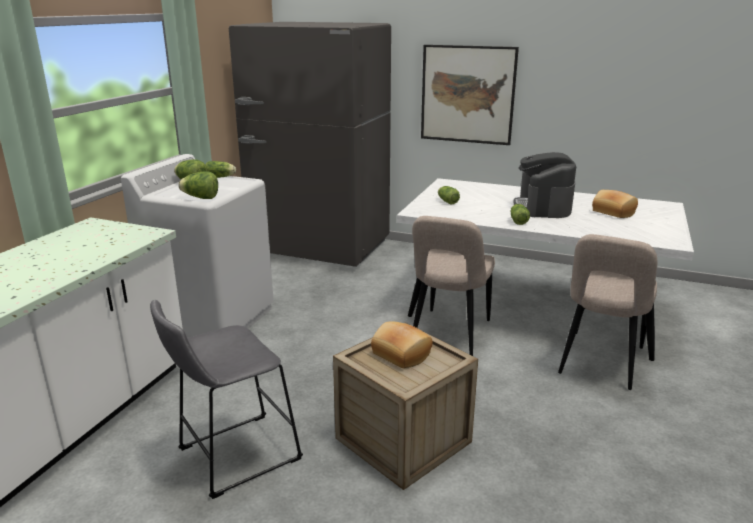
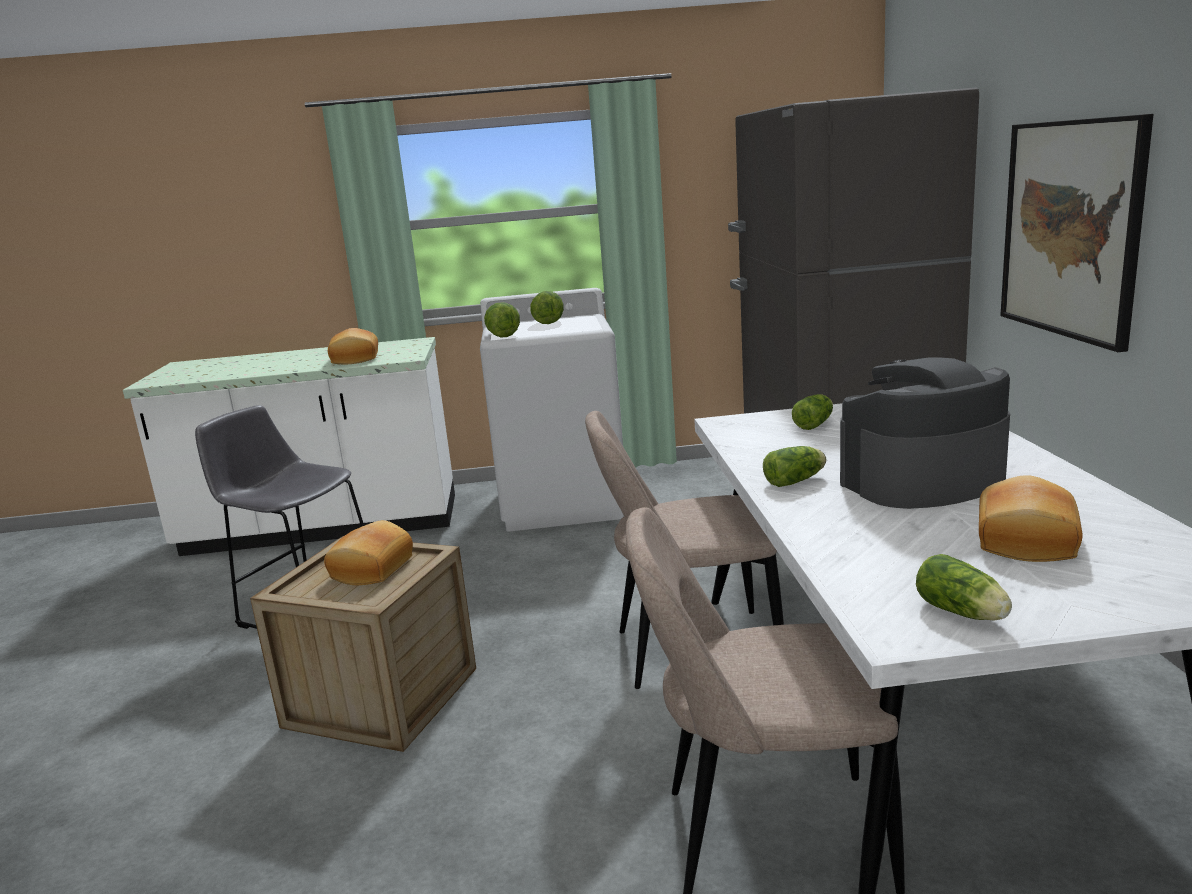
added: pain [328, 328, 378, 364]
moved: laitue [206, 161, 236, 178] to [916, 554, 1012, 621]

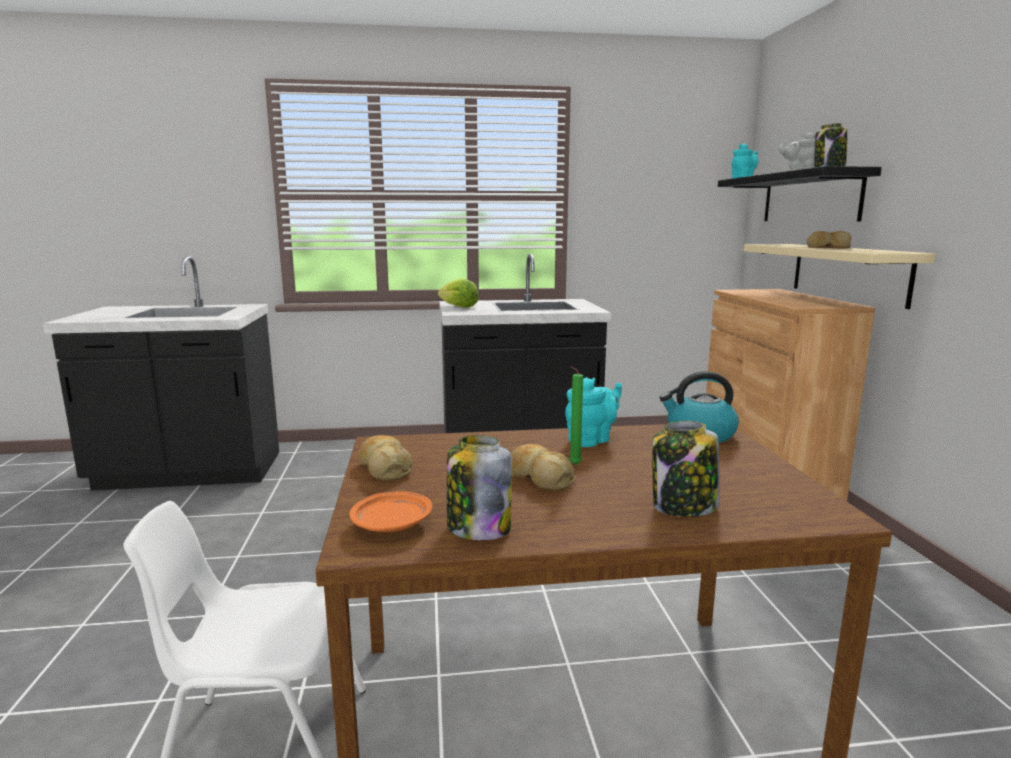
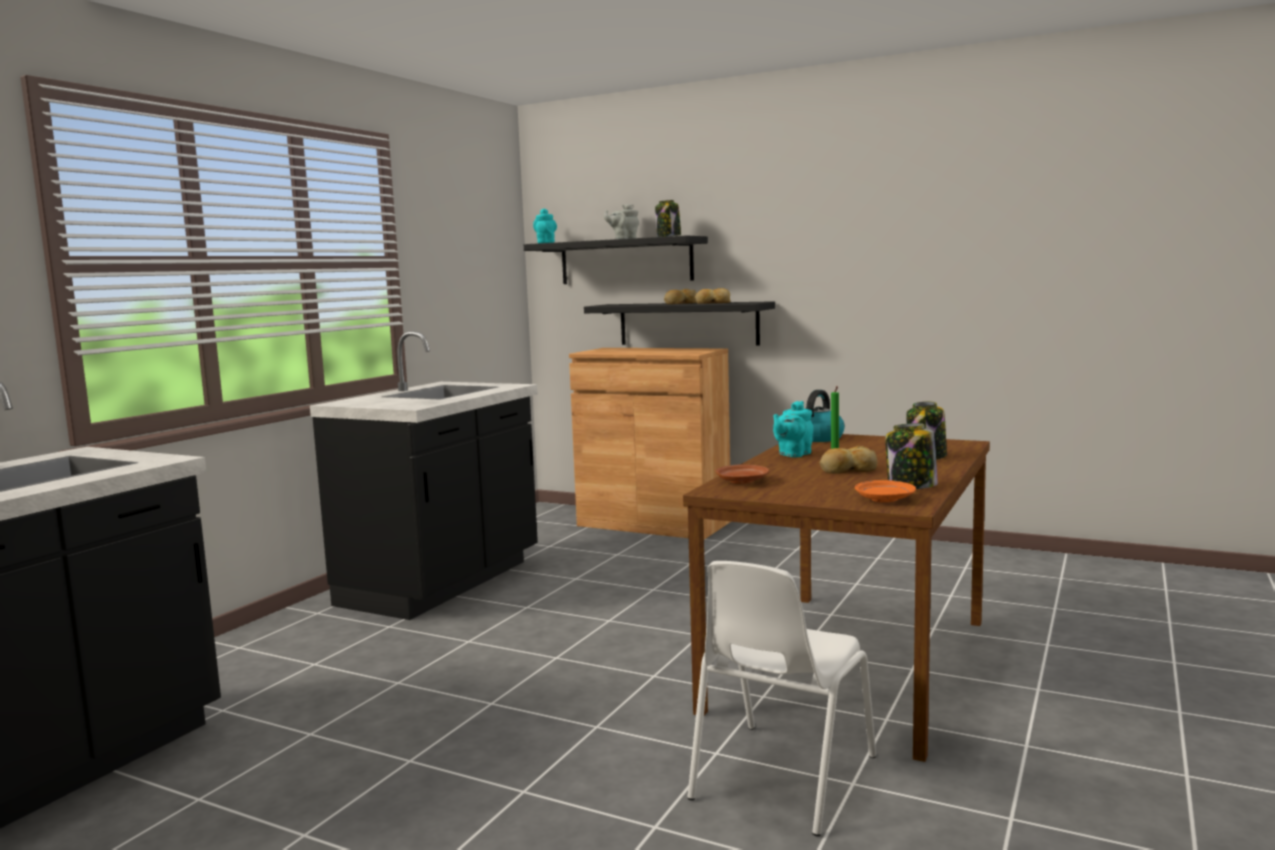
removed: laitue [438, 279, 479, 308]
added: assiette (marron) [715, 464, 769, 484]
moved: pain [359, 435, 412, 481] to [695, 288, 730, 304]
recoloured: étagère (beige) [744, 244, 936, 309] to étagère (noir) [584, 301, 775, 346]
turned: théière (turquoise) [565, 377, 622, 447] = [773, 401, 813, 457] 135 degrees counterclockwise

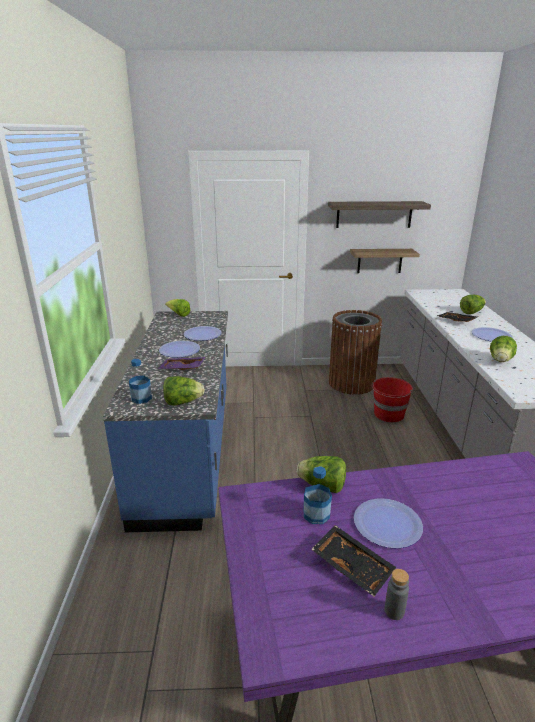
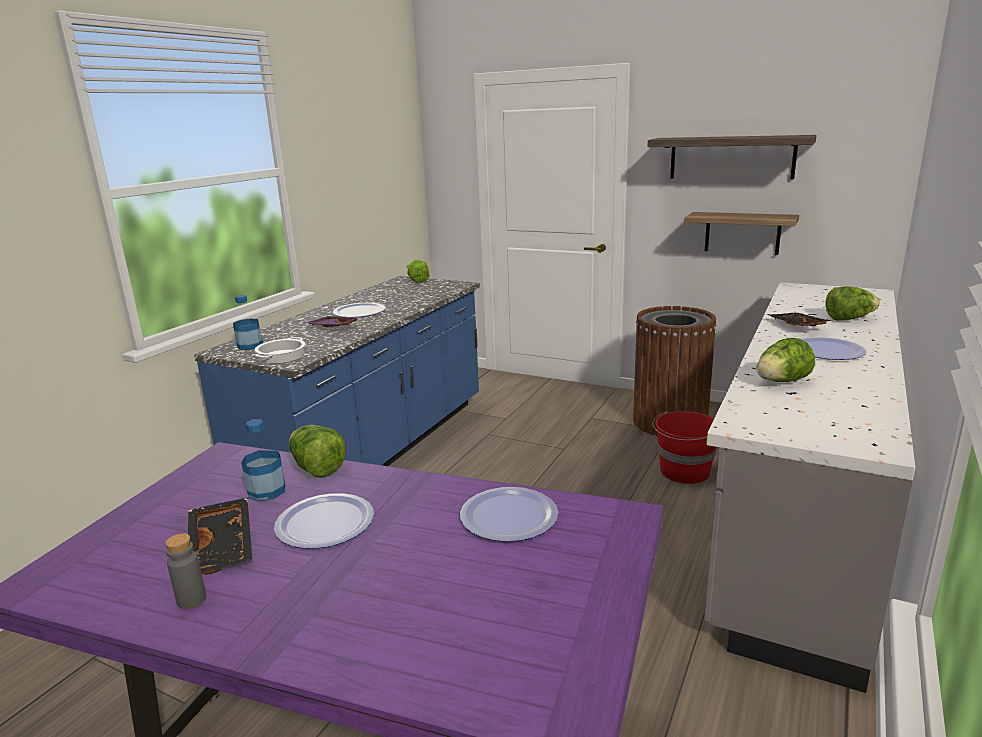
moved: assiette [184, 326, 222, 341] to [460, 487, 558, 542]
replaced: laitue [163, 376, 205, 406] to marmite [255, 337, 305, 363]

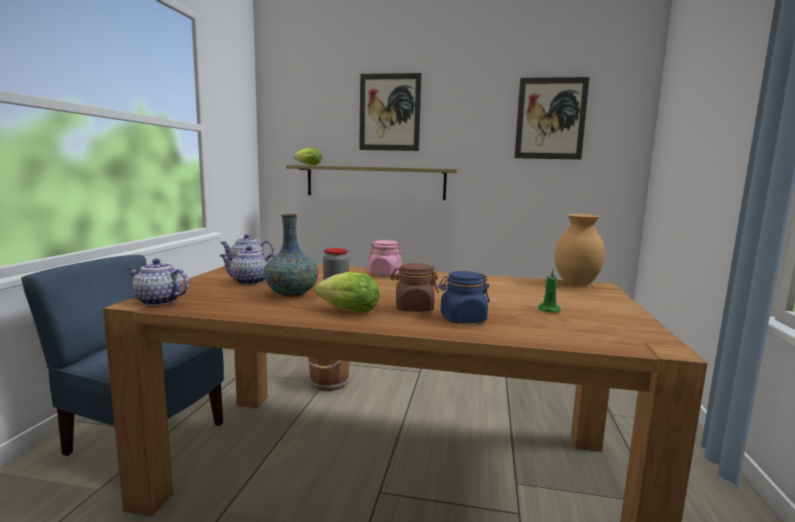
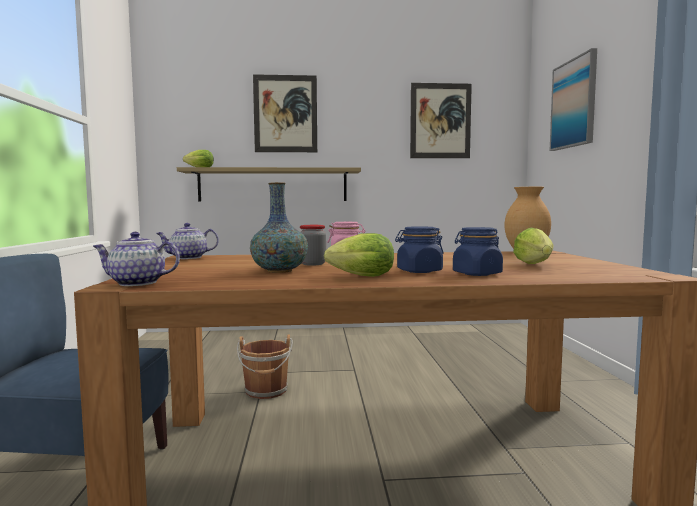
removed: théière [219, 246, 276, 285]
added: tableau [550, 48, 597, 151]
replaced: bougie (vert) [538, 269, 561, 313] to laitue [513, 228, 553, 264]
recoloured: bocal (marron) [391, 263, 439, 312] to bocal (bleu) [395, 226, 443, 273]

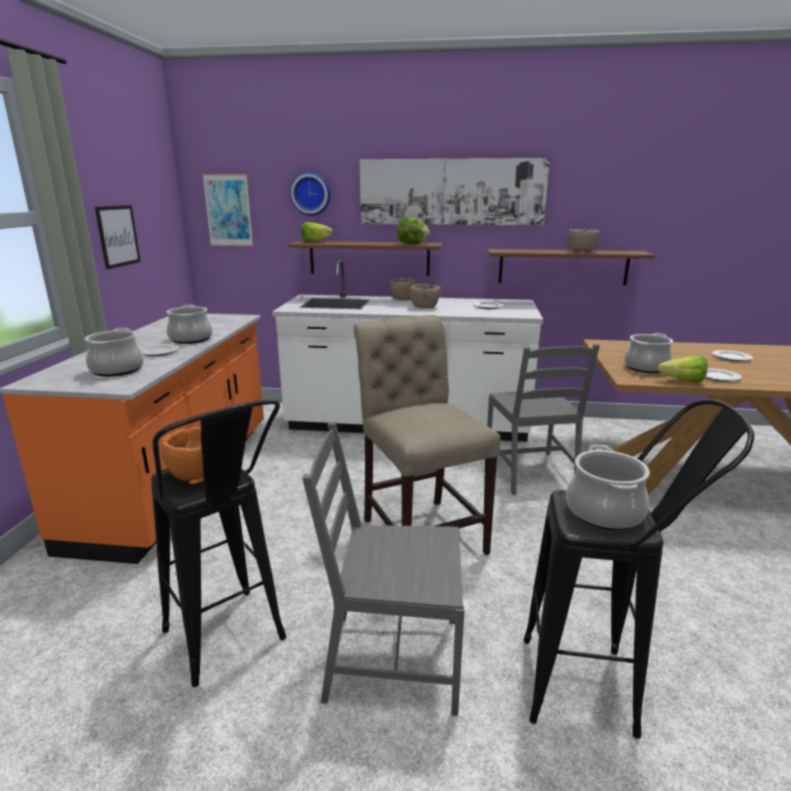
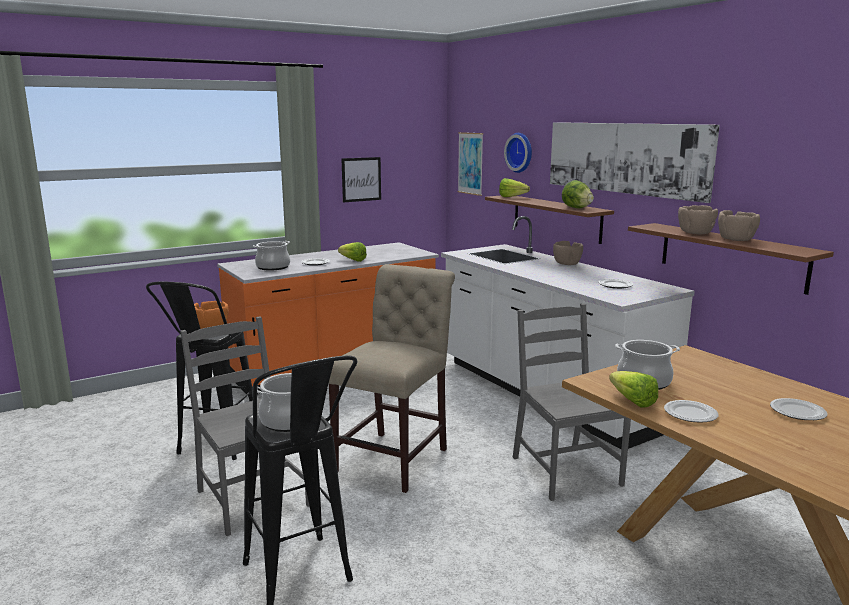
moved: bol (marron) [410, 283, 440, 309] to [678, 205, 718, 234]
replaced: marmite [166, 305, 212, 344] to laitue [338, 242, 367, 262]
turned: chaise (gris) [487, 344, 600, 495] = [513, 303, 631, 501] 120 degrees clockwise

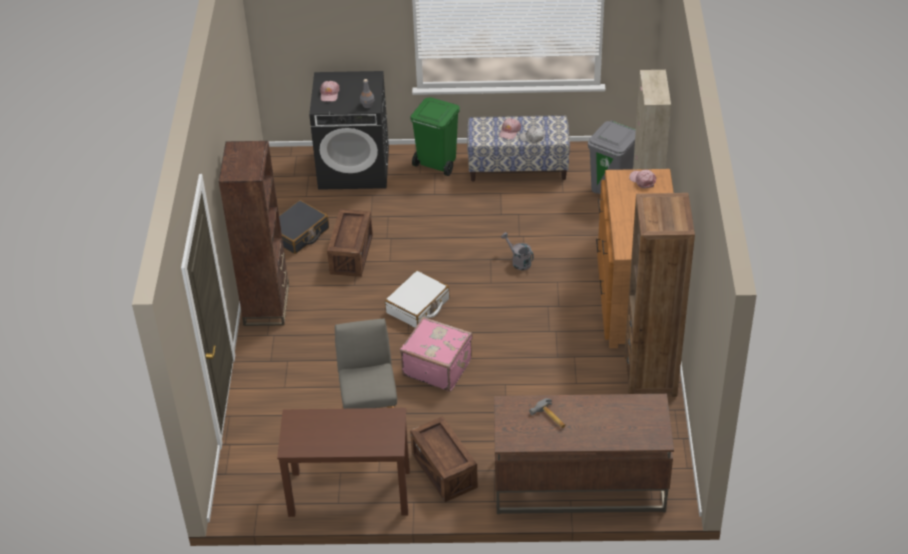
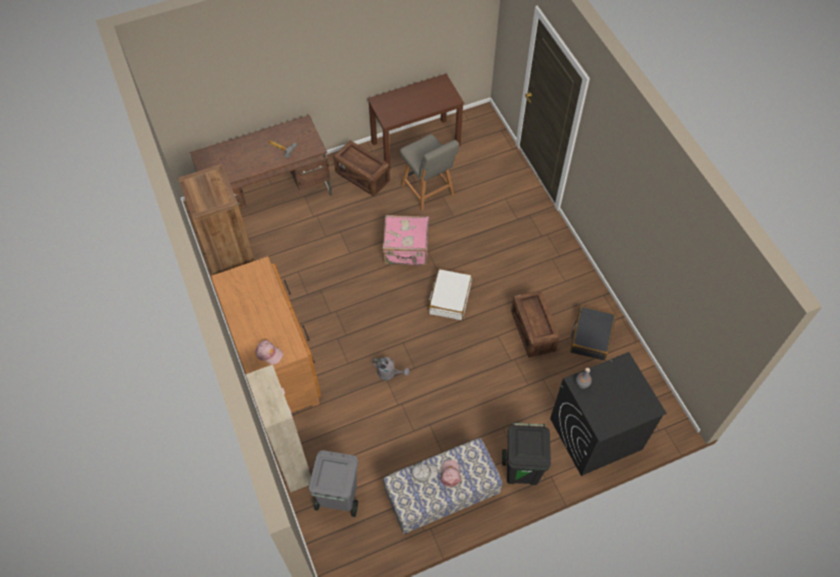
removed: bibliothèque (marron) [219, 141, 289, 326]; casquette (rose) [320, 81, 340, 101]
recoloured: poubelle (vert) [411, 97, 460, 176] to poubelle (noir) [502, 423, 551, 485]

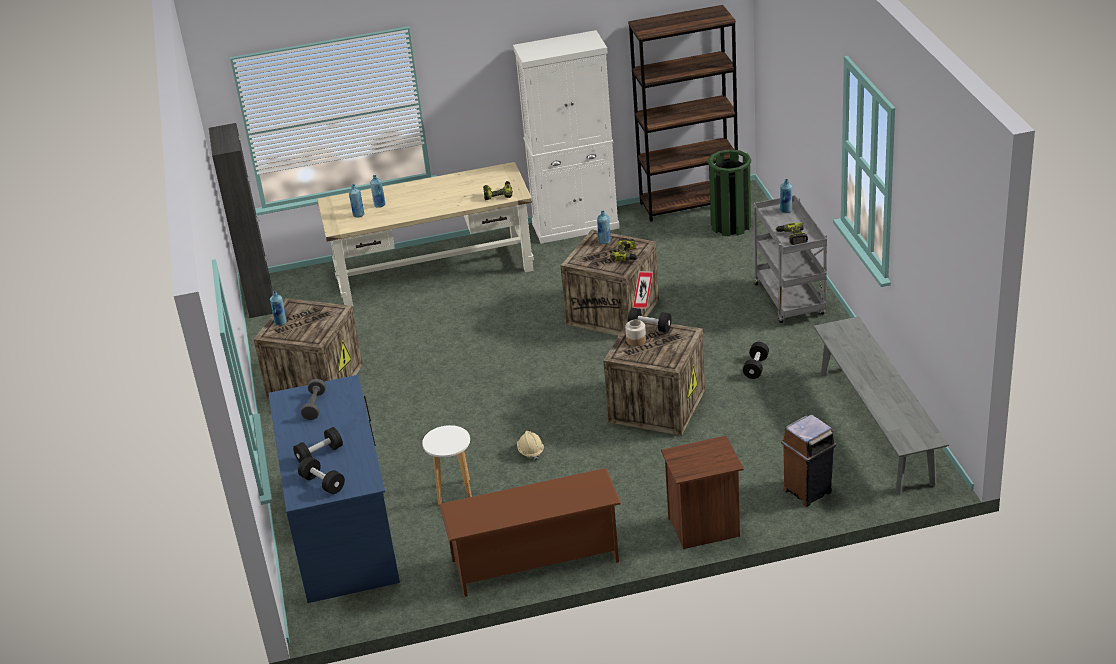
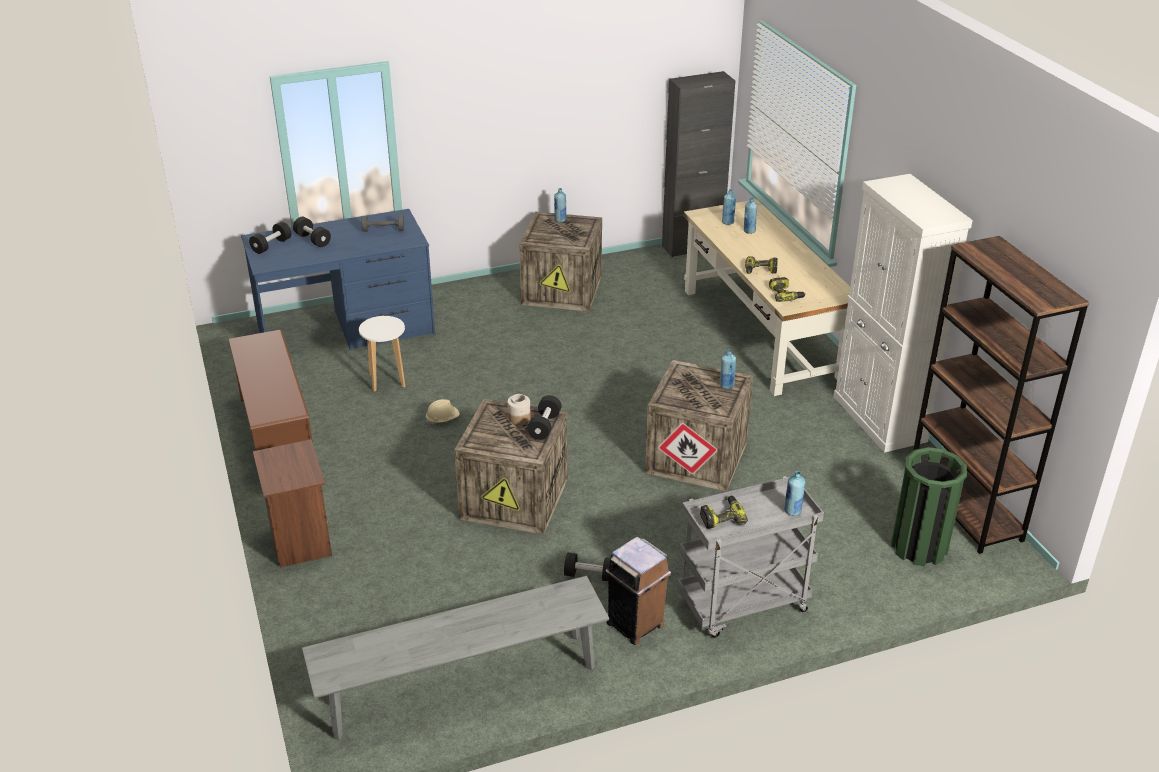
moved: perceuse [610, 238, 638, 261] to [745, 256, 778, 274]; poubelle (marron) [781, 415, 836, 507] to [606, 537, 671, 645]

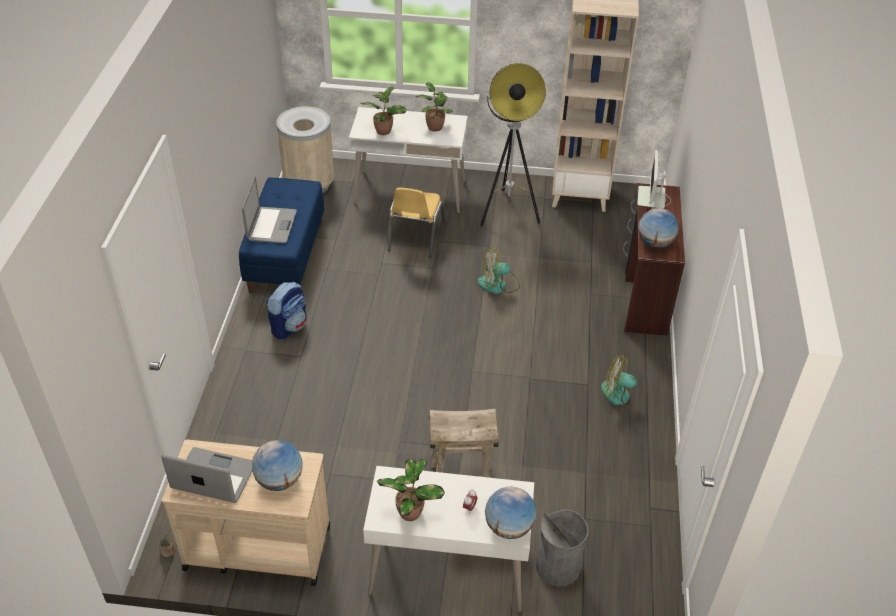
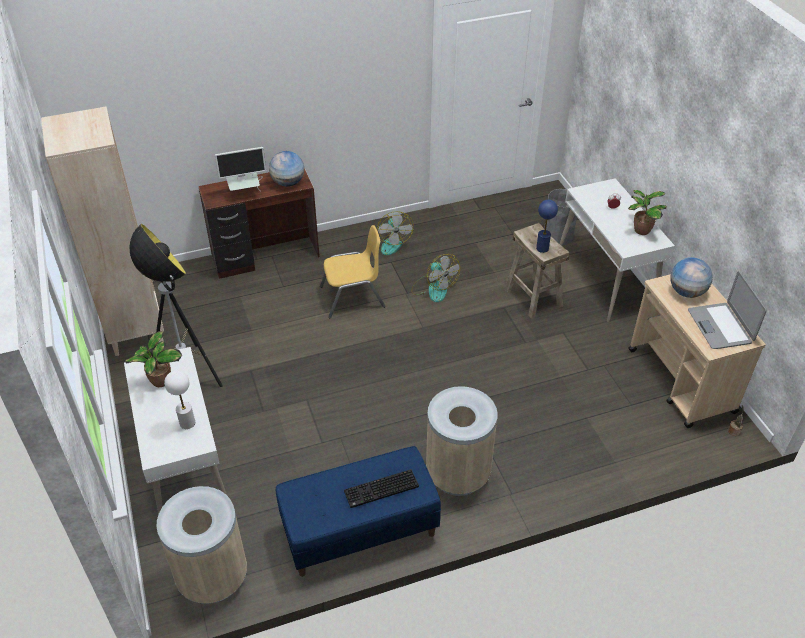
removed: globe [485, 487, 537, 539]
added: lampe de table (bleu) [536, 200, 558, 253]
moved: chaise (jaune) [388, 188, 445, 258] to [320, 225, 386, 318]; ventilateur [478, 247, 520, 294] to [411, 254, 460, 302]
replaced: ordinateur portable [242, 177, 297, 243] to clavier [344, 469, 419, 508]; sac à dos [266, 282, 307, 339] to poubelle (beige) [426, 386, 498, 496]; plante en pot [361, 87, 407, 135] to lampe de table (blanc) [164, 371, 195, 429]

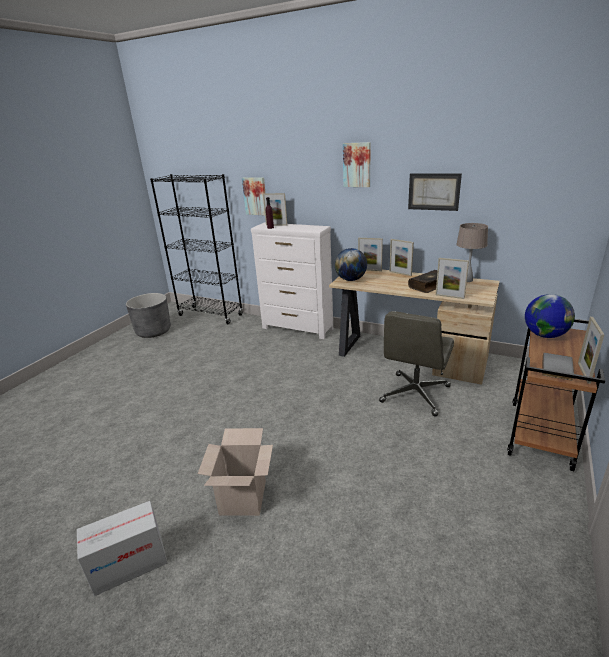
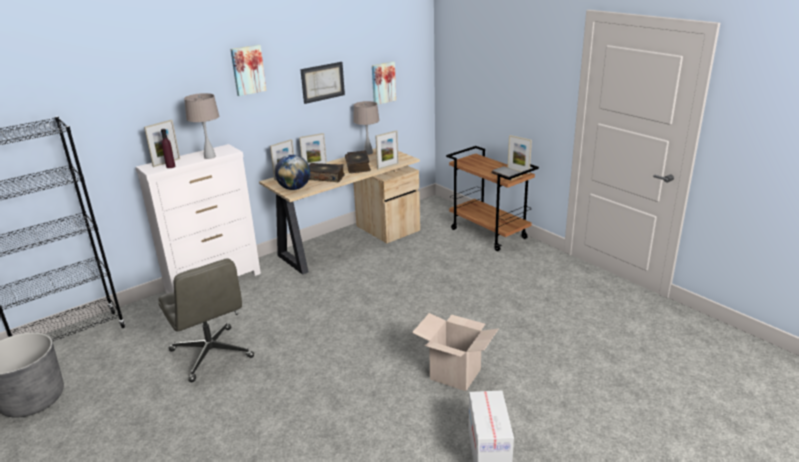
removed: globe [525, 294, 575, 338]
added: lampe de table (beige) [184, 93, 219, 159]; livre [309, 163, 345, 182]
moved: tableau [242, 177, 265, 215] to [372, 61, 396, 105]; chaise de bureau (gris) [379, 311, 454, 416] to [158, 258, 254, 382]

